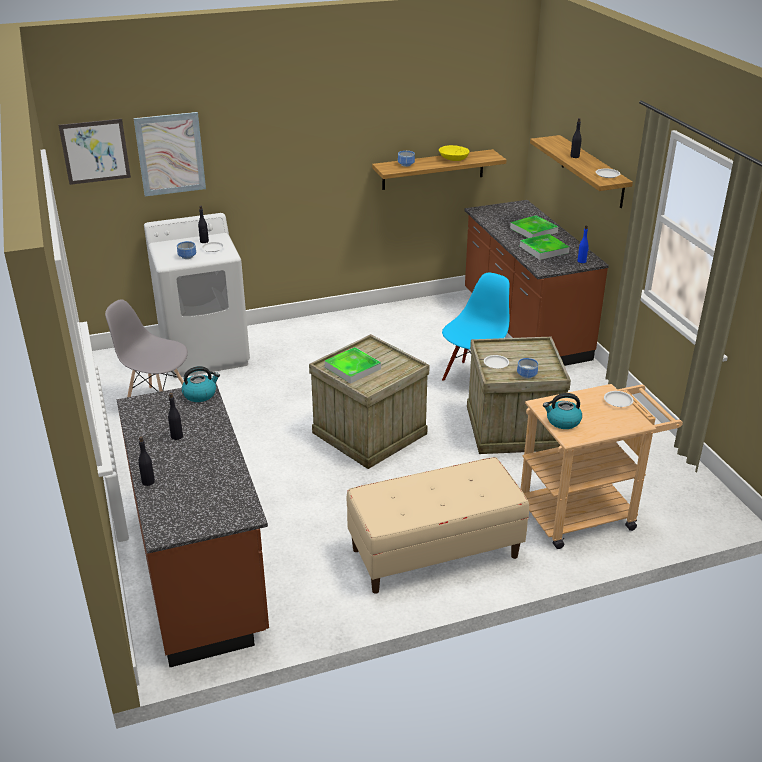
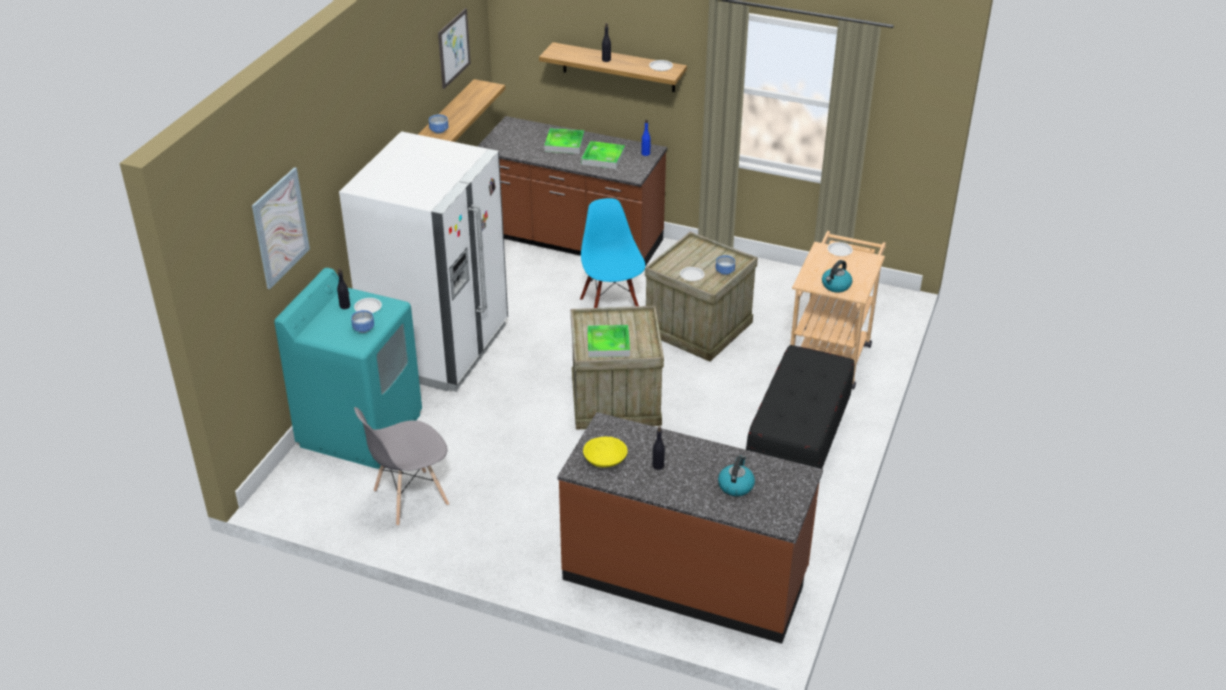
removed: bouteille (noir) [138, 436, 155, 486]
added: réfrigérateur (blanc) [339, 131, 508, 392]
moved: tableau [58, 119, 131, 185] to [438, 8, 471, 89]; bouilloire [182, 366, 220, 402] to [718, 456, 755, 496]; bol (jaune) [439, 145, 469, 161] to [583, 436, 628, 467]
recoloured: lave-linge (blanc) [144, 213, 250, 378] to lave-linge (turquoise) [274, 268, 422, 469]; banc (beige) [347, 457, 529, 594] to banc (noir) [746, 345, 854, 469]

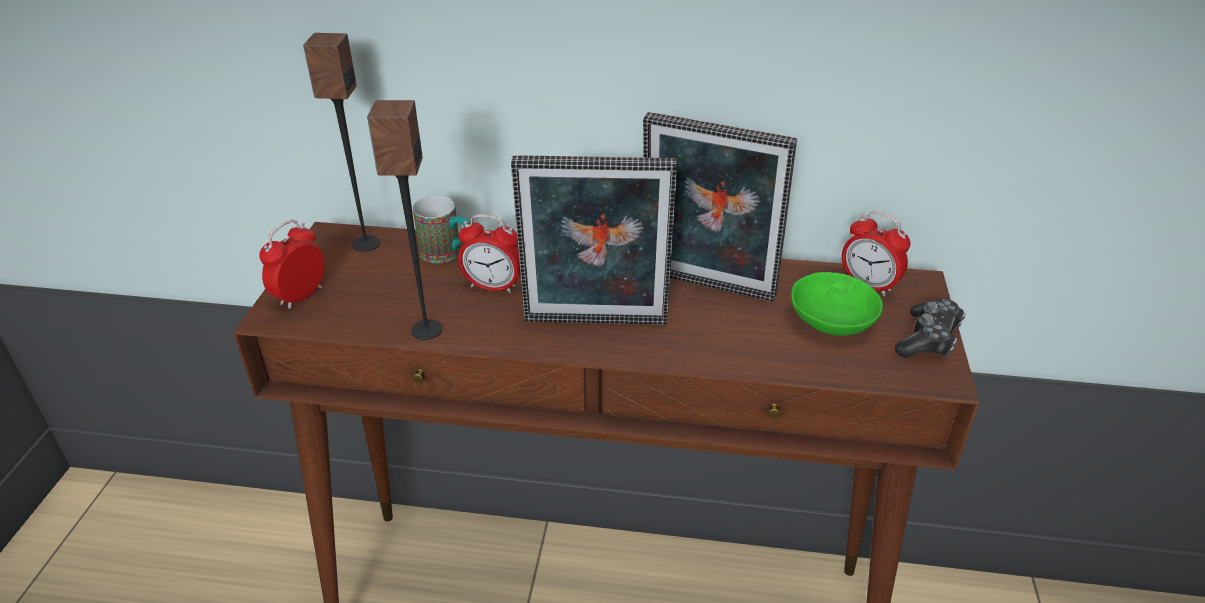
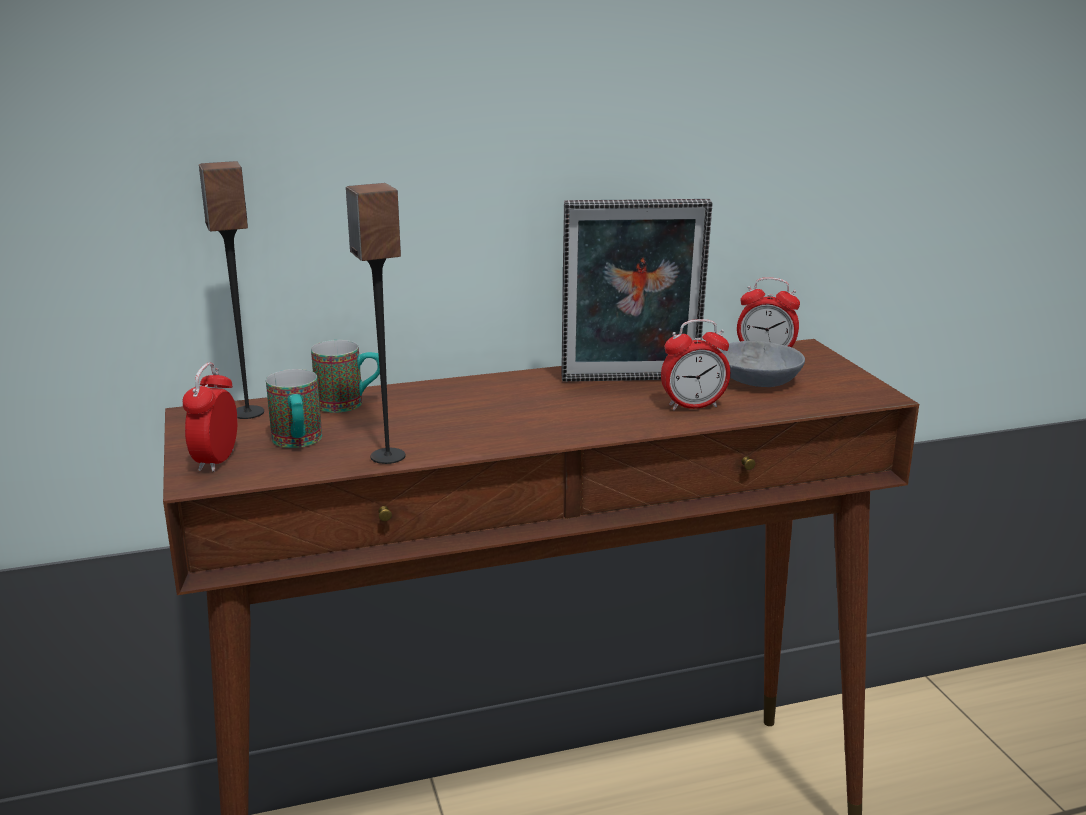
removed: cadre photo [511, 155, 677, 325]; manette [895, 298, 966, 358]
added: mug [266, 369, 322, 448]
moved: réveil [458, 214, 521, 293] to [661, 319, 730, 410]
recoloured: bol (vert) [791, 272, 883, 336] to bol (gris) [719, 341, 805, 387]

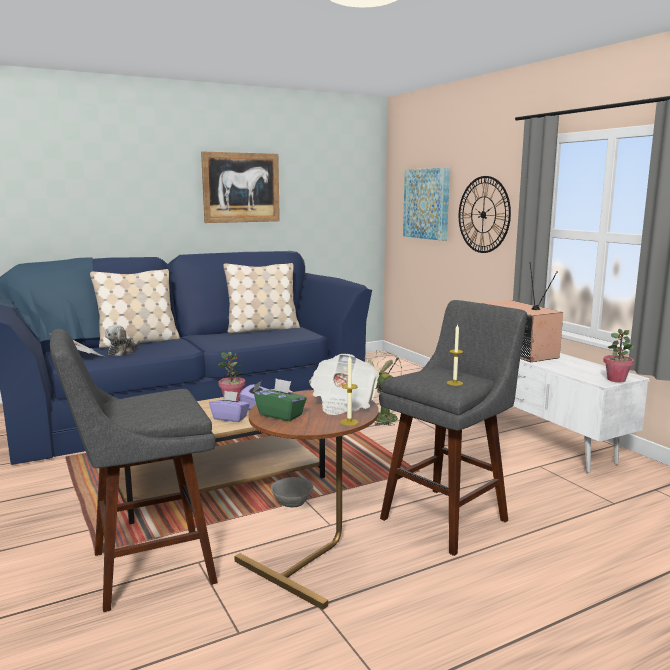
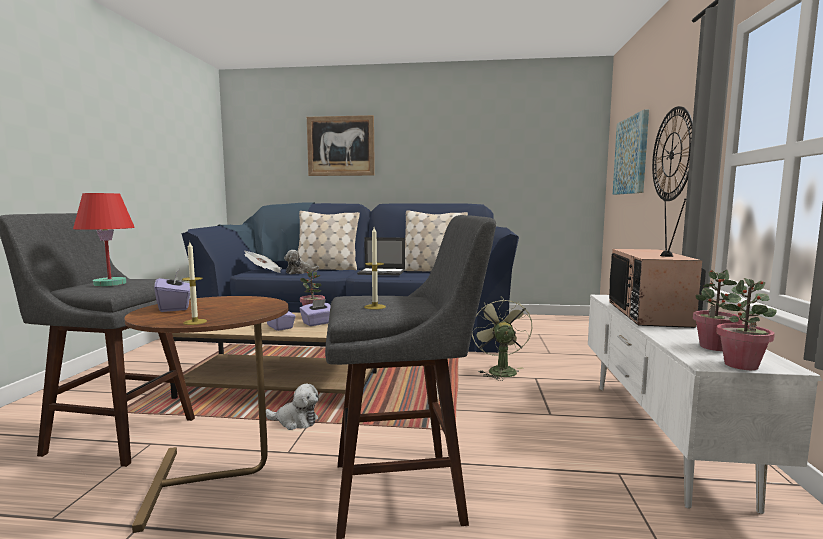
removed: journal [309, 354, 379, 415]
added: lampe de table (rouge) [73, 193, 135, 286]; ordinateur portable [357, 237, 405, 276]; plante en pot [693, 269, 743, 351]
moved: tableau [201, 152, 280, 223] to [307, 115, 375, 176]
replaced: bol (gris) [271, 477, 313, 507] to peluche [266, 383, 319, 430]
recoloured: boîte à mouchoirs (vert) [254, 378, 307, 421] to boîte à mouchoirs (violet) [154, 269, 190, 312]

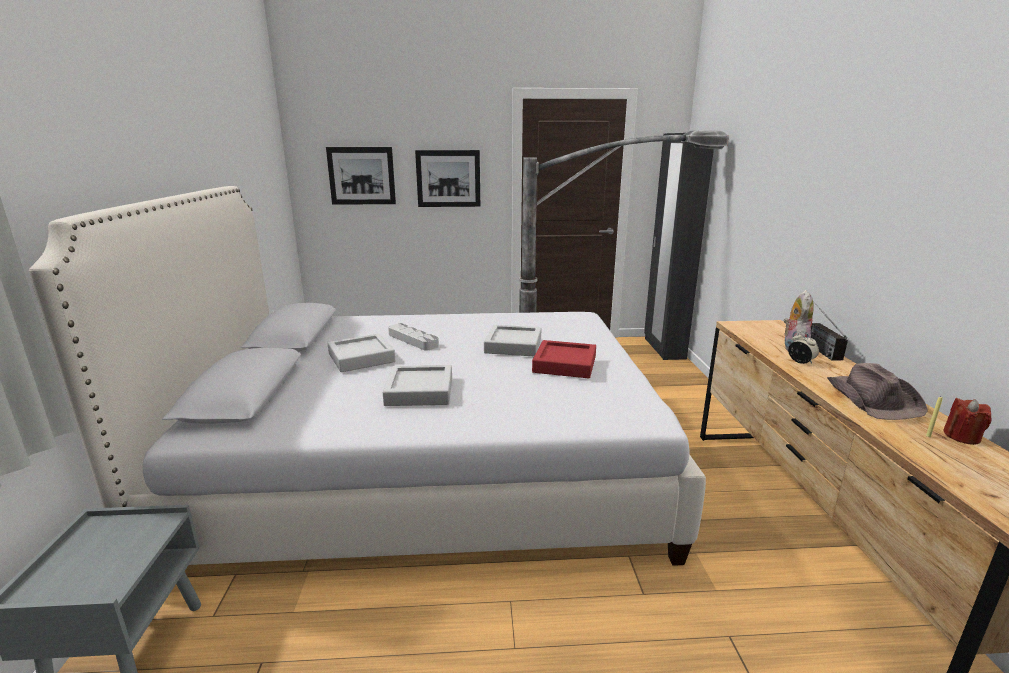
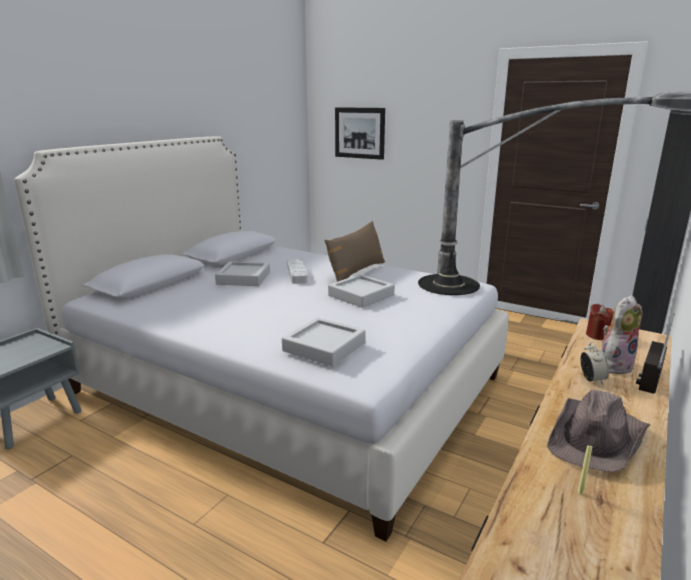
removed: tableau [415, 150, 480, 207]; plateau (rouge) [532, 340, 596, 378]
added: coussin (marron) [324, 221, 385, 282]; chapeau (noir) [418, 249, 480, 295]
moved: plateau (gris) [383, 365, 452, 406] to [282, 317, 366, 367]; bougie (rouge) [943, 398, 992, 445] to [586, 304, 614, 340]

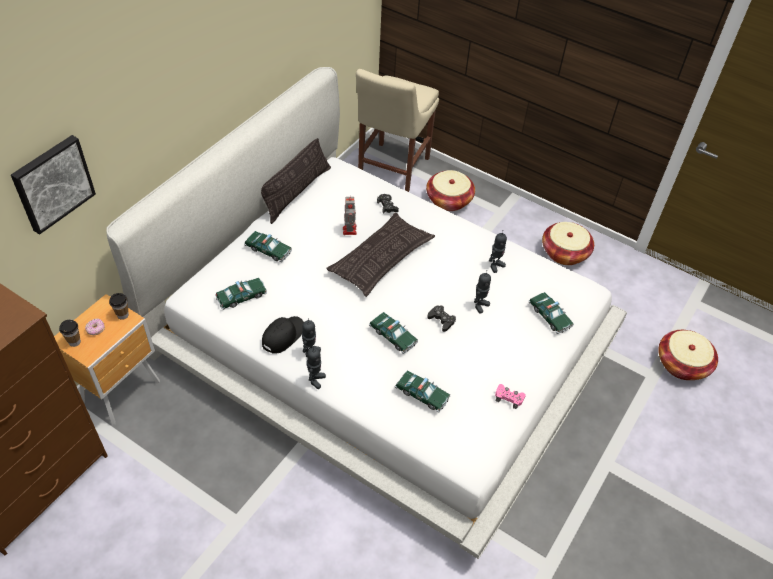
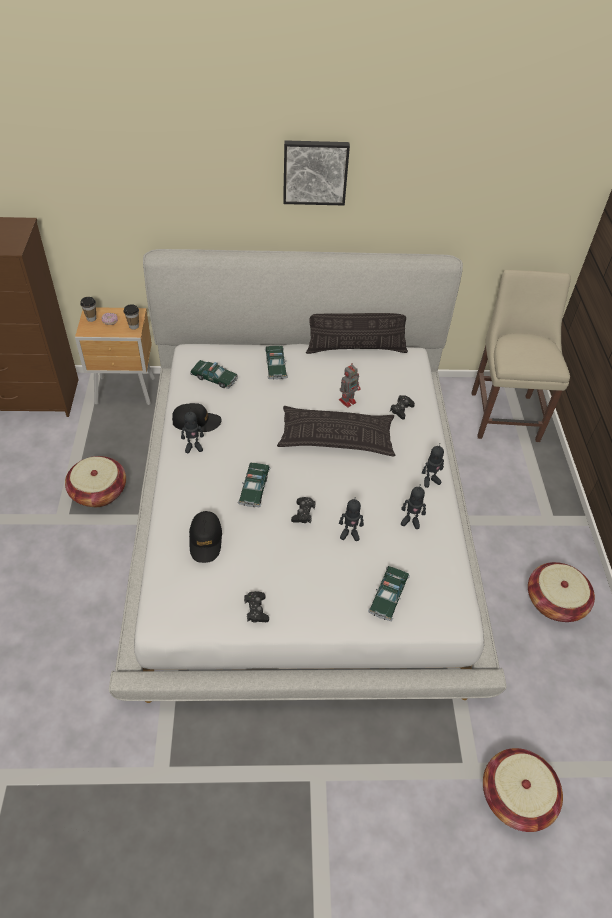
moved: tableau [11, 135, 96, 234] to [283, 140, 350, 205]; robot jouet [307, 346, 326, 389] to [422, 443, 444, 488]; panier [426, 170, 475, 211] to [65, 456, 126, 507]
replaced: petite voiture [395, 370, 450, 412] to casquette (noir) [189, 511, 222, 563]
recoloured: manette (rose) [495, 384, 526, 409] to manette (noir) [244, 591, 269, 623]
turned: chaise (beige) [356, 69, 439, 192] = [471, 270, 571, 442] 105 degrees clockwise

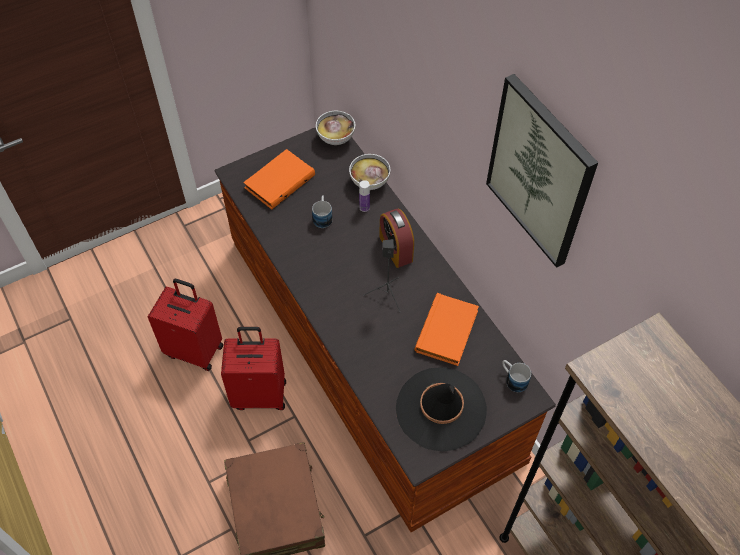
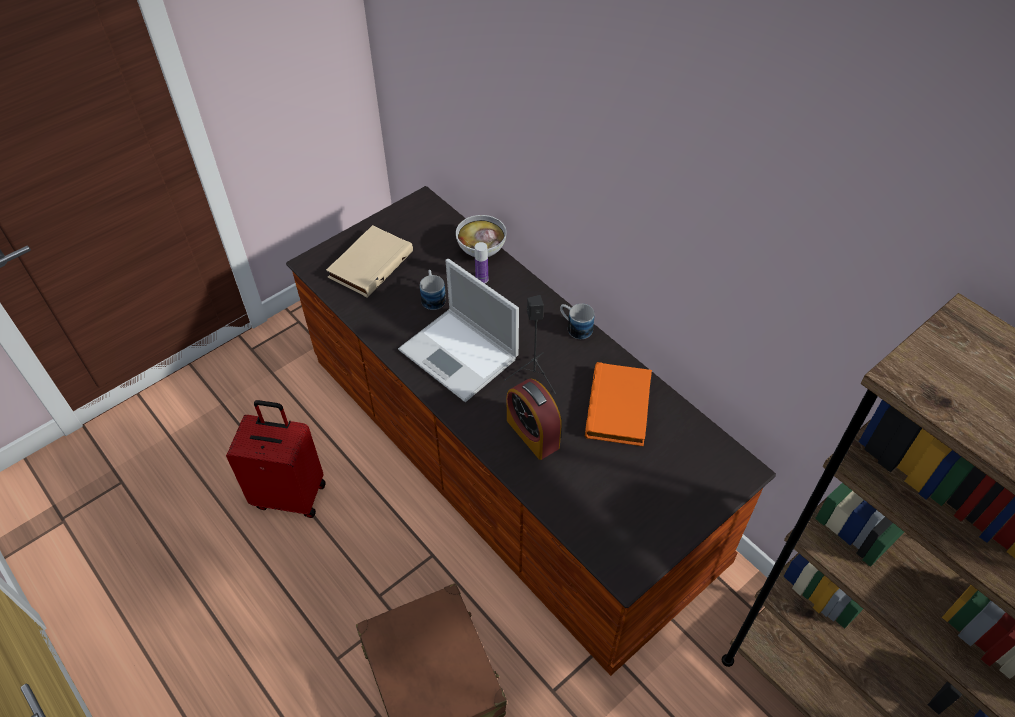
removed: valise (rouge) [221, 327, 286, 410]; bol [316, 111, 355, 145]; chapeau (noir) [396, 368, 487, 452]; tableau [486, 74, 598, 268]
added: ordinateur portable [398, 259, 519, 402]
moved: réveil [379, 208, 414, 268] to [507, 379, 562, 460]; mug [502, 360, 531, 392] to [560, 304, 595, 339]
recoloured: livre (orange) [243, 149, 315, 210] to livre (beige) [326, 225, 413, 297]

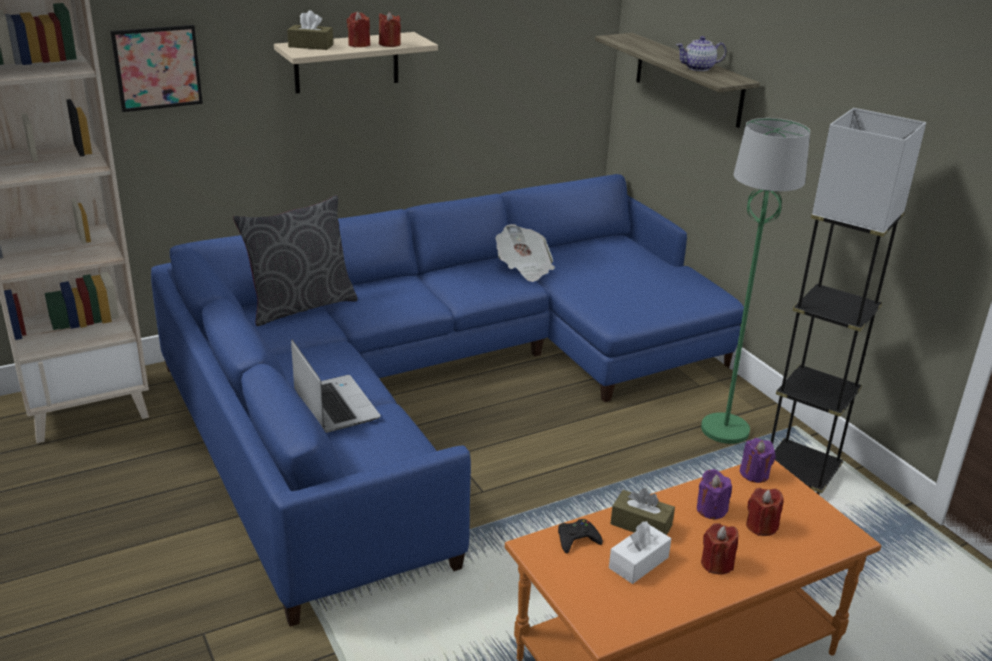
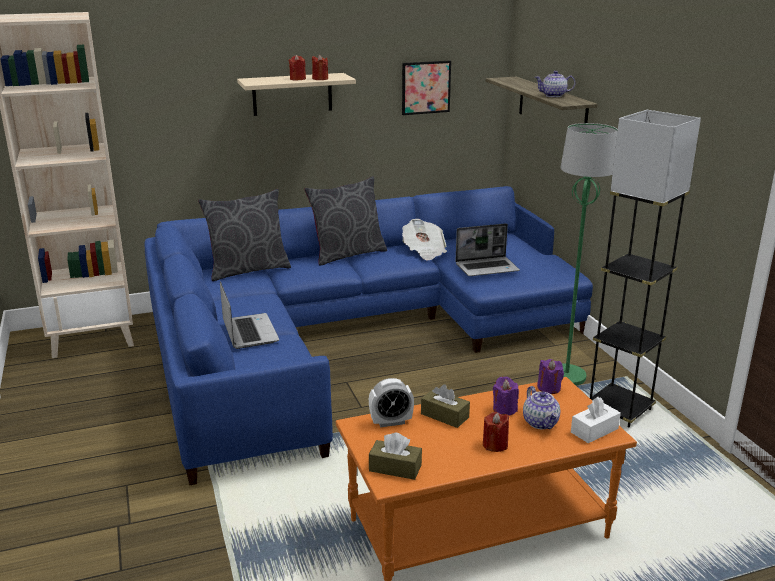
added: coussin (gris) [304, 176, 387, 266]; ordinateur portable [455, 223, 520, 276]
moved: tableau [110, 25, 203, 112] to [402, 61, 451, 115]; boîte à mouchoirs (marron) [287, 10, 333, 50] to [369, 433, 422, 480]; boîte à mouchoirs (blanc) [609, 521, 671, 584] to [571, 397, 621, 443]
replaced: manette (noir) [558, 519, 603, 554] to réveil [369, 378, 414, 427]; bougie (rouge) [746, 488, 784, 536] to théière [523, 386, 560, 429]

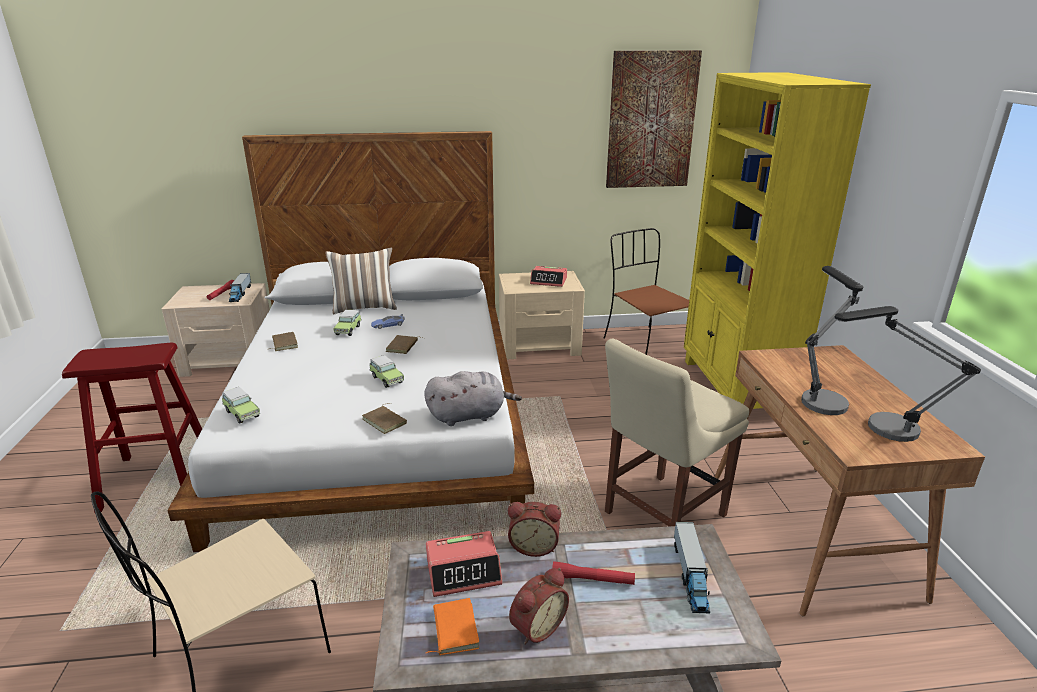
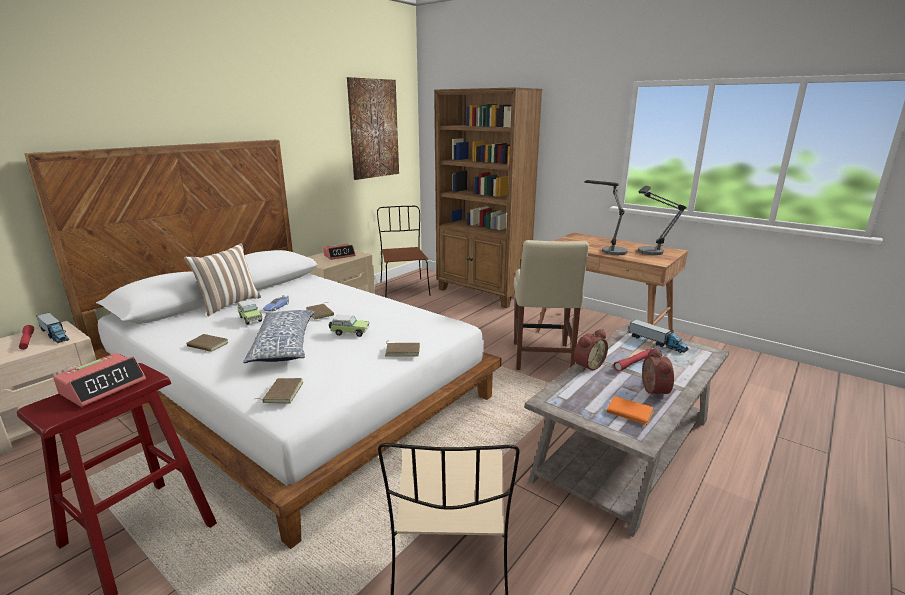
removed: peluche (gris) [424, 371, 522, 426]
added: coussin [243, 310, 315, 363]
moved: réveil [426, 531, 502, 597] to [53, 353, 146, 407]
replaced: petite voiture [222, 387, 260, 424] to livre (marron) [255, 378, 303, 404]
recoloured: bibliothèque (jaune) [684, 72, 871, 409] to bibliothèque (marron) [434, 87, 542, 308]
turned: chaise (marron) [604, 228, 689, 355] = [377, 206, 431, 297] 60 degrees clockwise

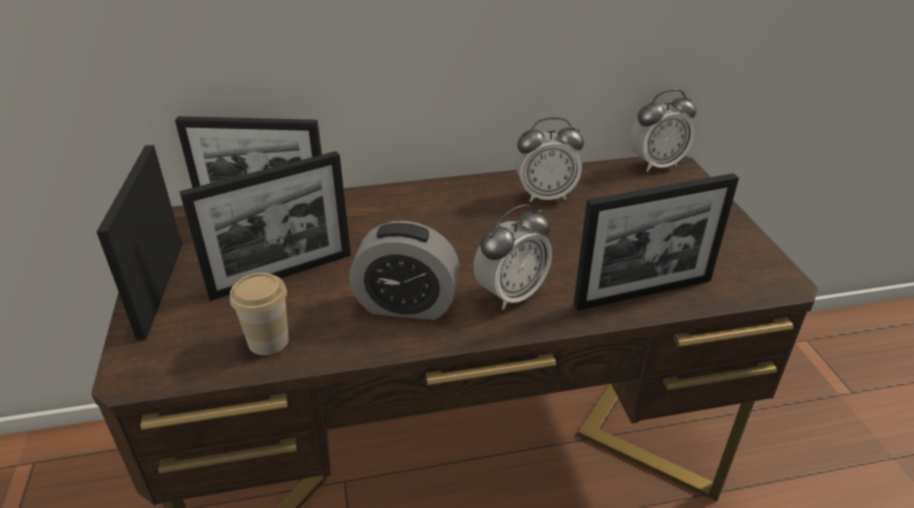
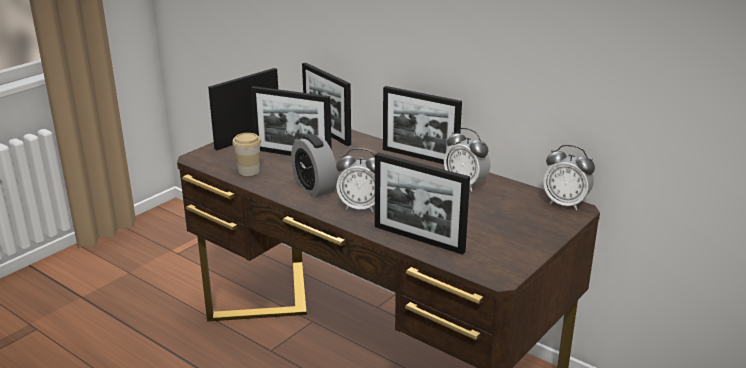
added: cadre photo [383, 86, 462, 164]

